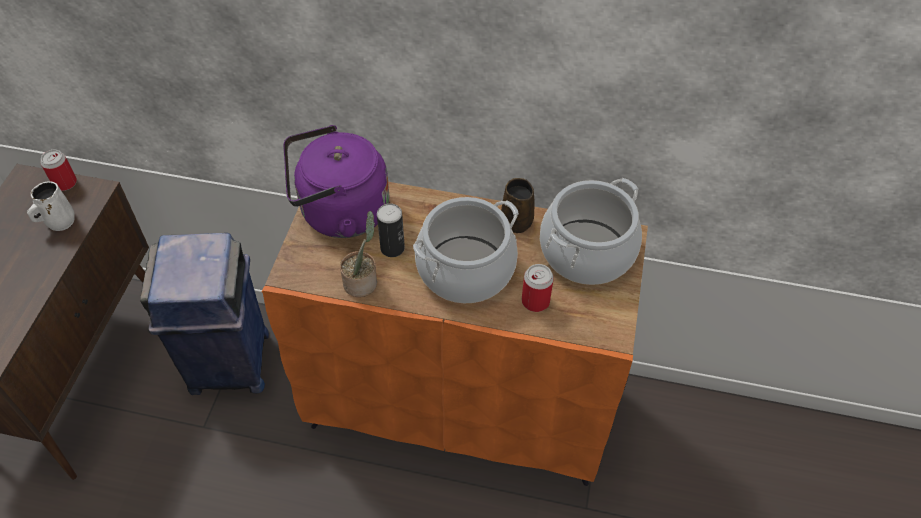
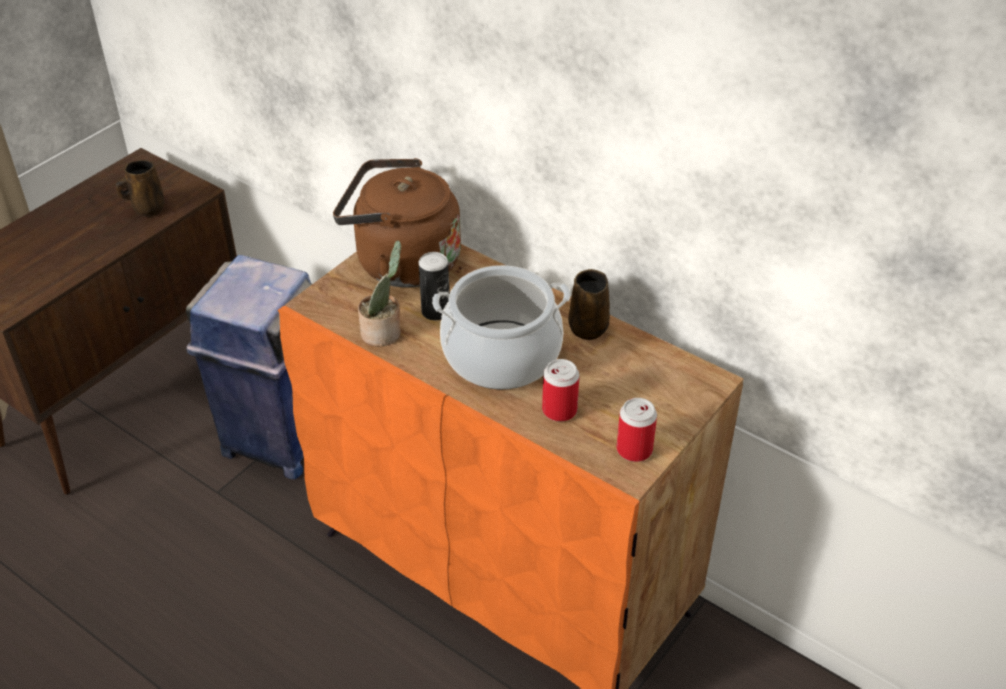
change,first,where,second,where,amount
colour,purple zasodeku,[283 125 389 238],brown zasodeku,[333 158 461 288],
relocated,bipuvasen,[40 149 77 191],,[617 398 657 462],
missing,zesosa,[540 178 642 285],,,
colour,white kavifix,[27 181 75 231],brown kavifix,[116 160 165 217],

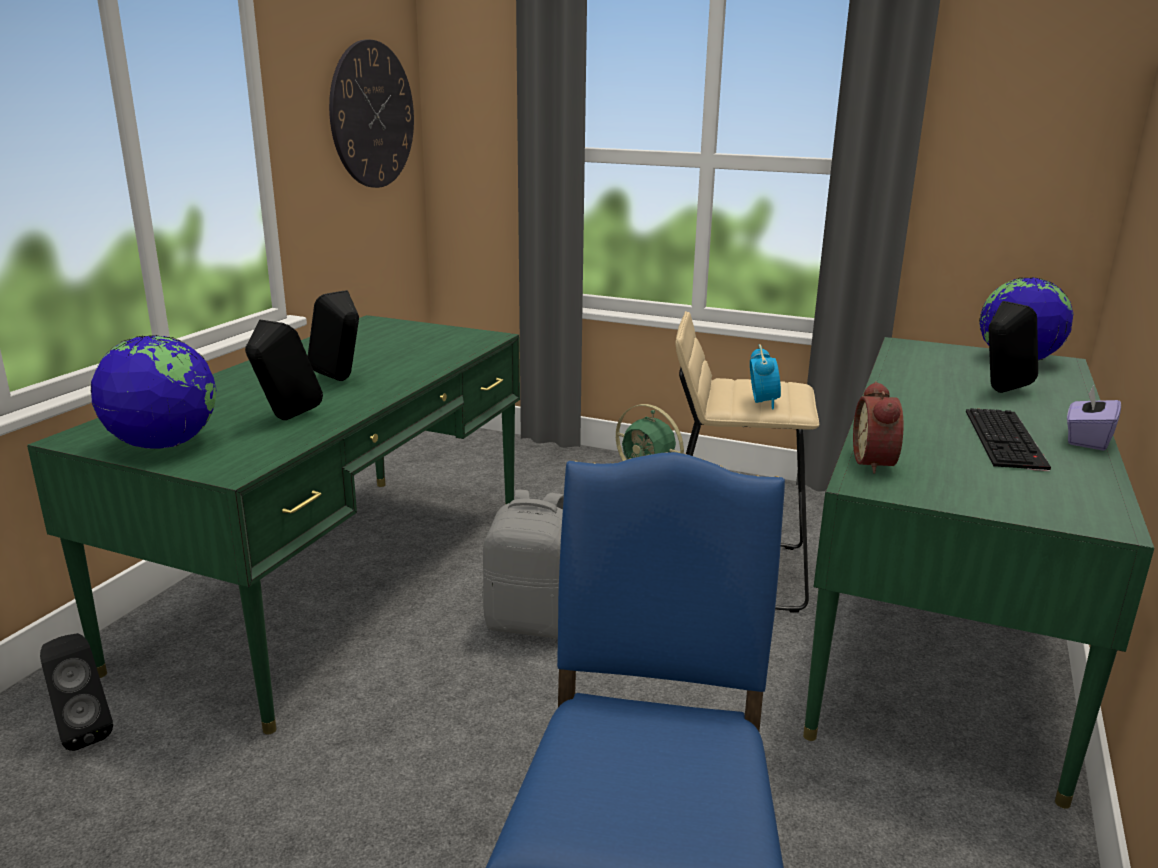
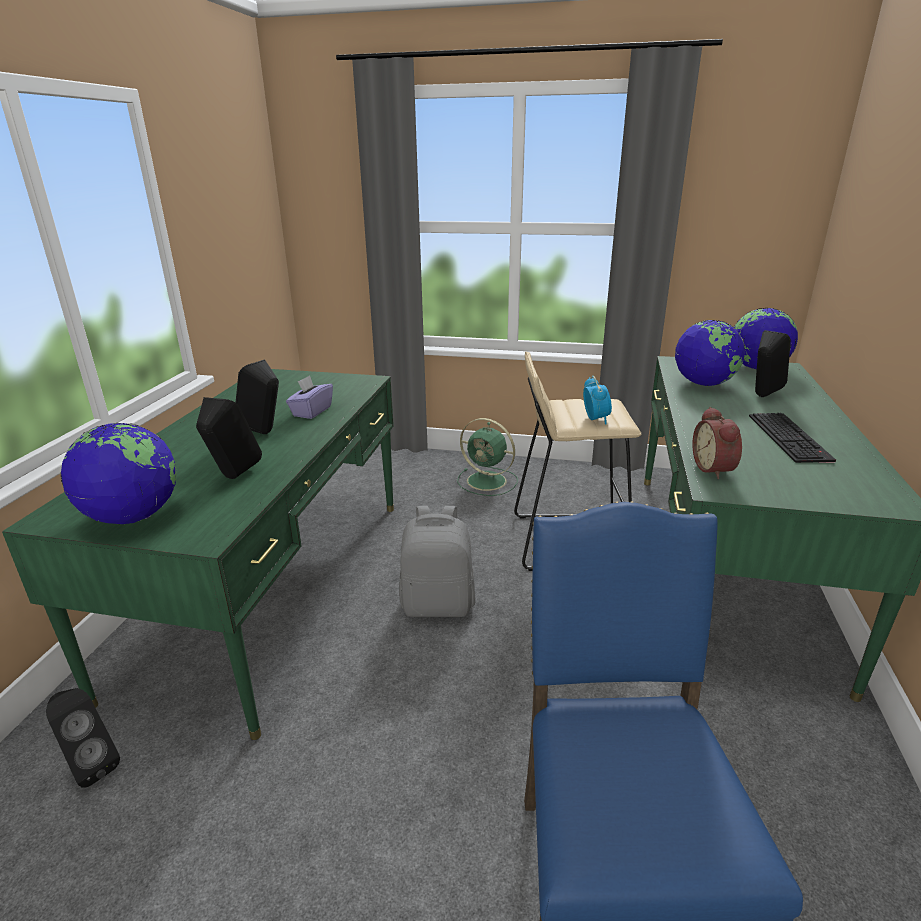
change,first,where,second,where,amount
missing,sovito,[329 40 414 188],,,
relocated,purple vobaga,[1067 385 1121 451],,[286 375 333 419],
appeared,,,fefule,[675 320 745 386],

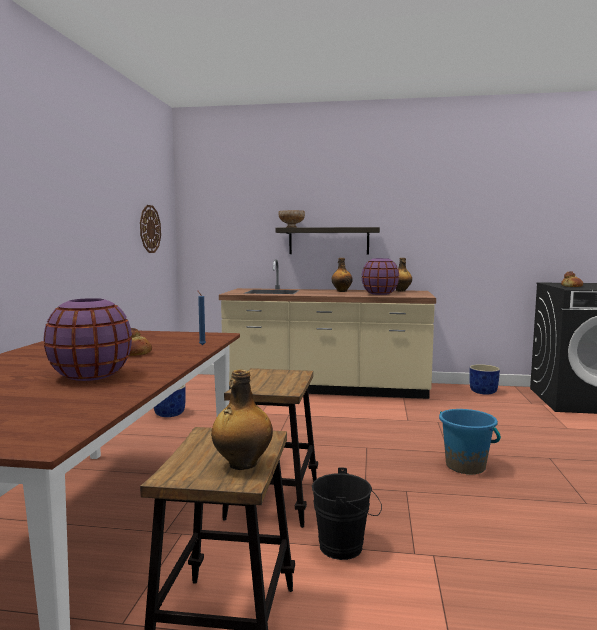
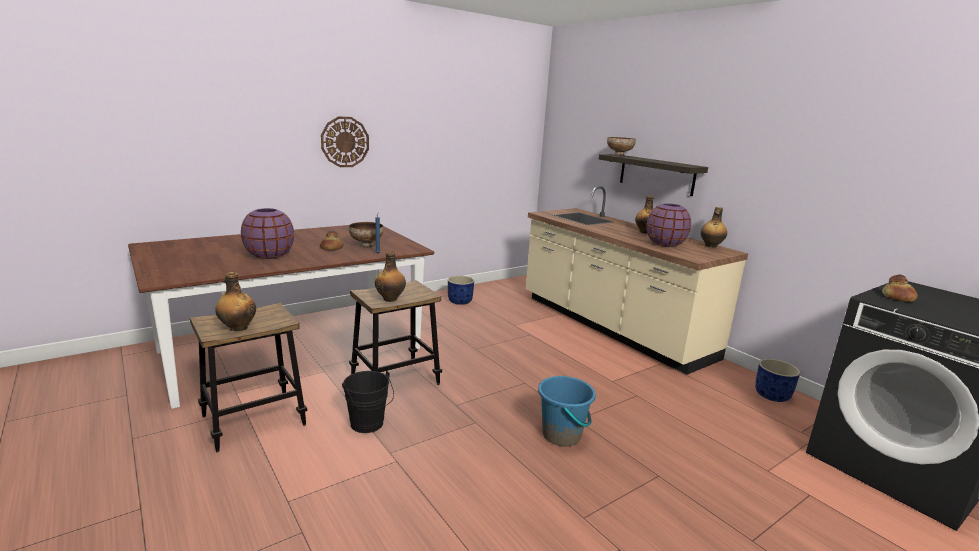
change,first,where,second,where,amount
relocated,sovito,[140 205 161 253],,[321 116 369 167],
appeared,,,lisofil,[349 222 384 248],
appeared,,,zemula,[375 251 406 302],

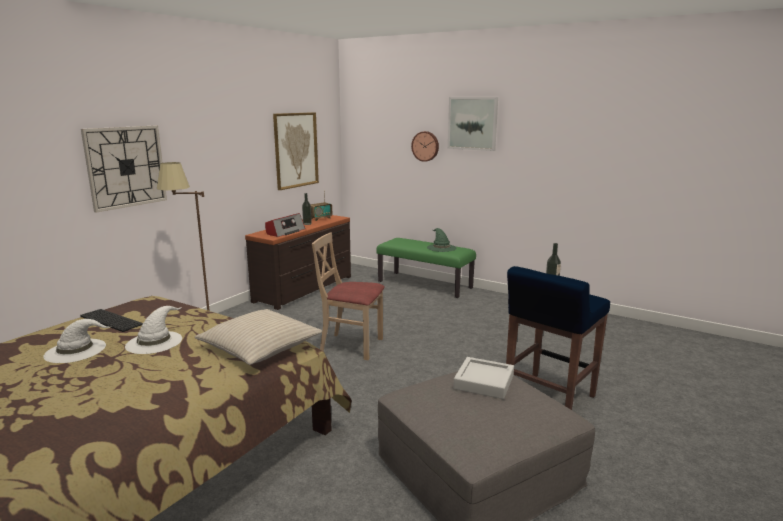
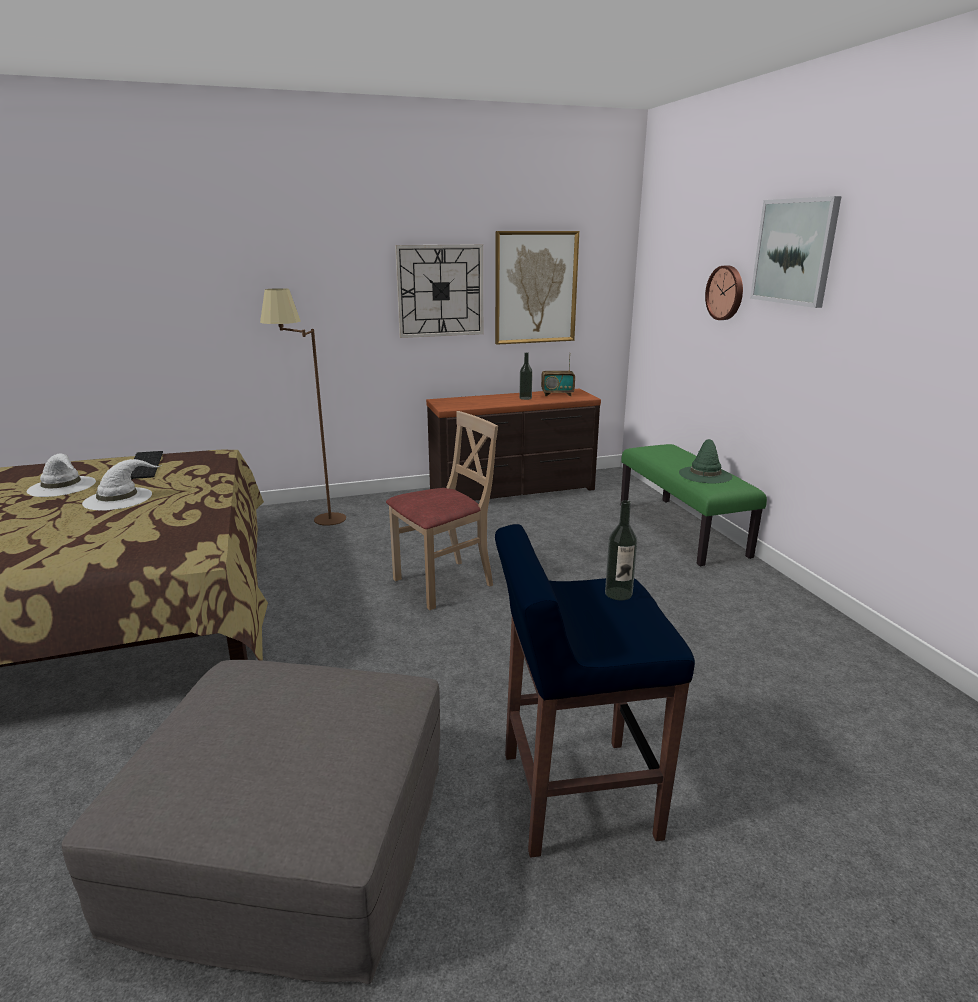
change,first,where,second,where,amount
relocated,sovito,[81 126 167 212],,[395 244 483 338],
missing,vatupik,[265 213 305 237],,,
spun,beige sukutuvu,[312 232 385 360],,[386 411 498 610],90 degrees clockwise
missing,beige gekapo,[195 309 322 365],,,
missing,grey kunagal,[453 357 514 399],,,

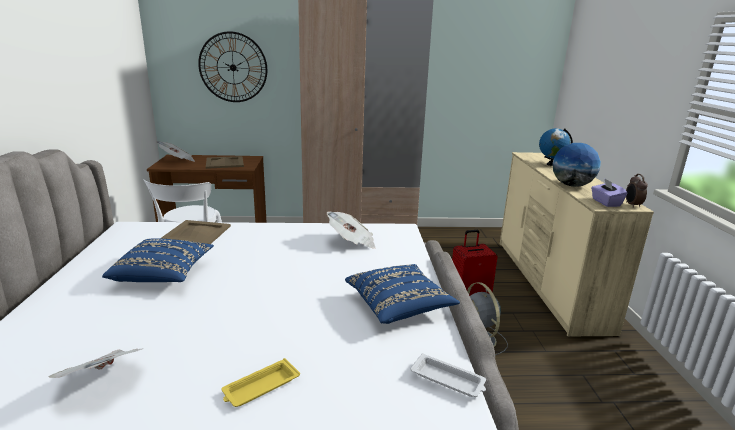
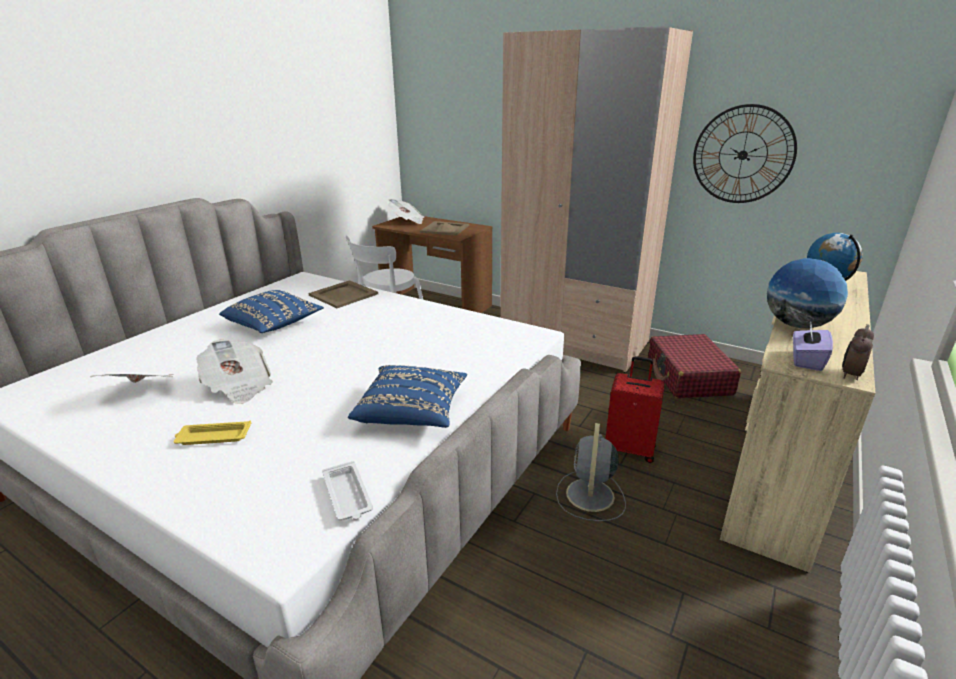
change,first,where,second,where,amount
relocated,sovito,[198 31 267 102],,[693 104 797 203],
relocated,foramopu,[327 211 375 248],,[196 339 273 404],
appeared,,,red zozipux,[648 334 741 398],

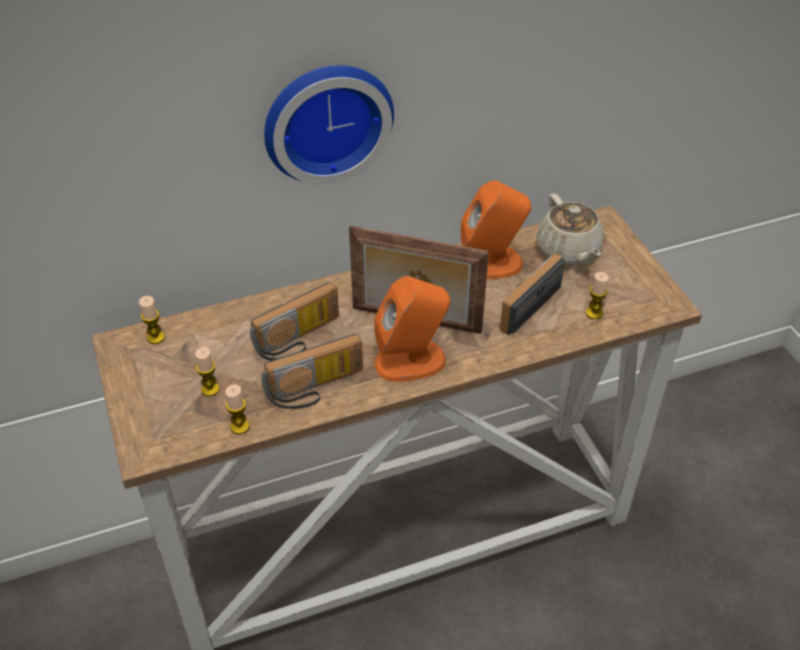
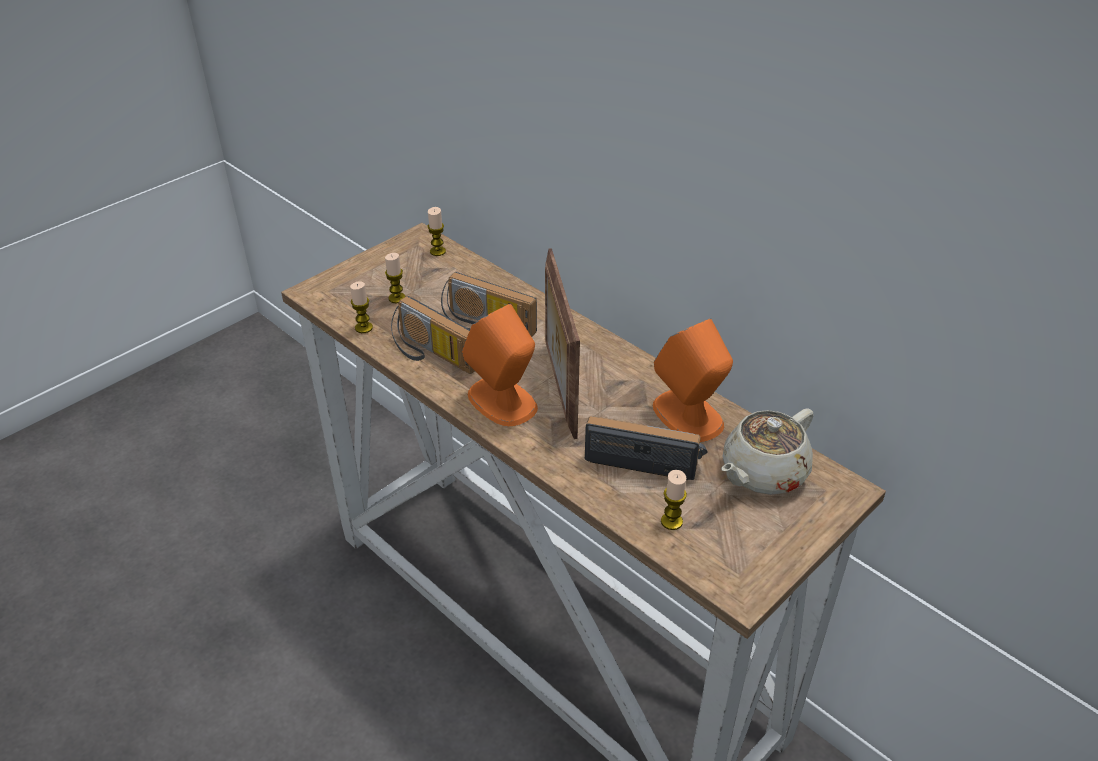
change,first,where,second,where,amount
missing,sovito,[264 65 394 185],,,

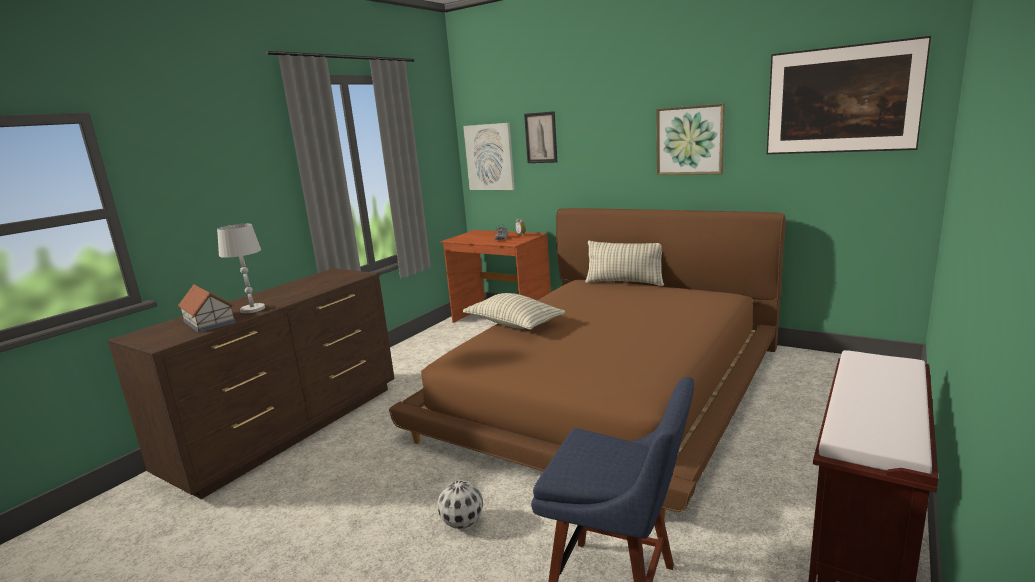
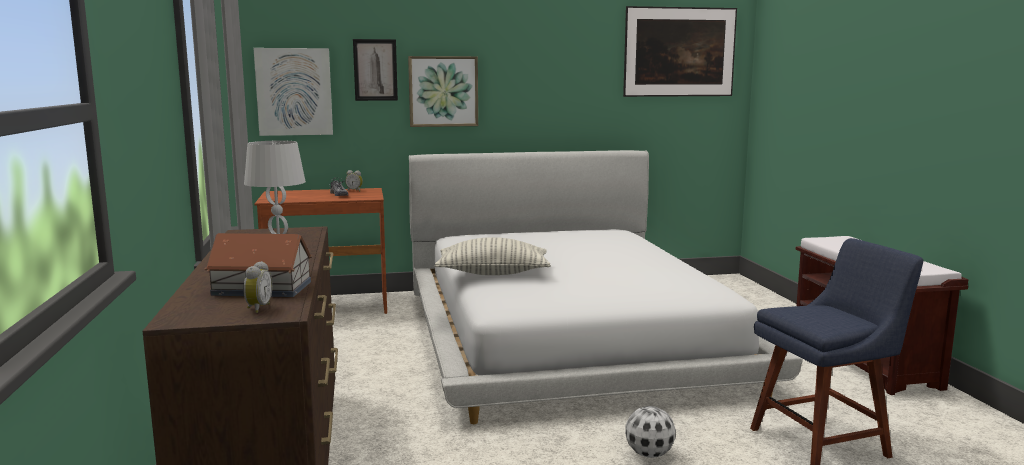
change,first,where,second,where,amount
relocated,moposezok,[656 103 725 175],,[408 56 478 127],
colour,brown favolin,[389 208 786 519],white favolin,[409 150 803 424],
missing,gekapo,[585 241 664 286],,,
appeared,,,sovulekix,[243 261 273 313],

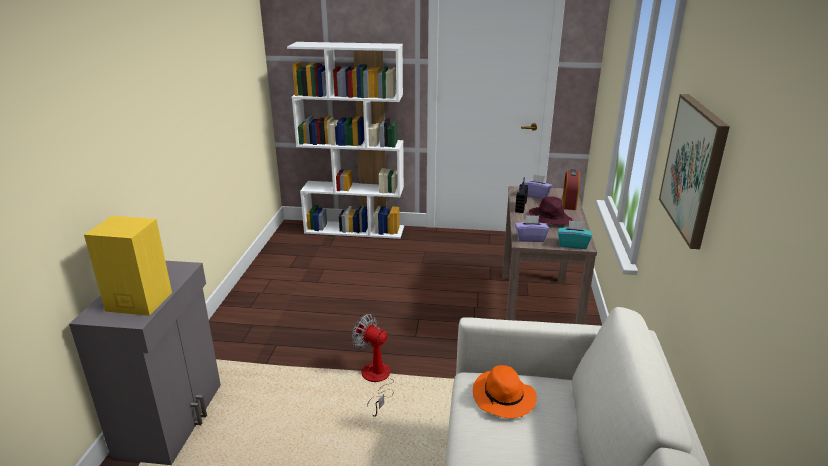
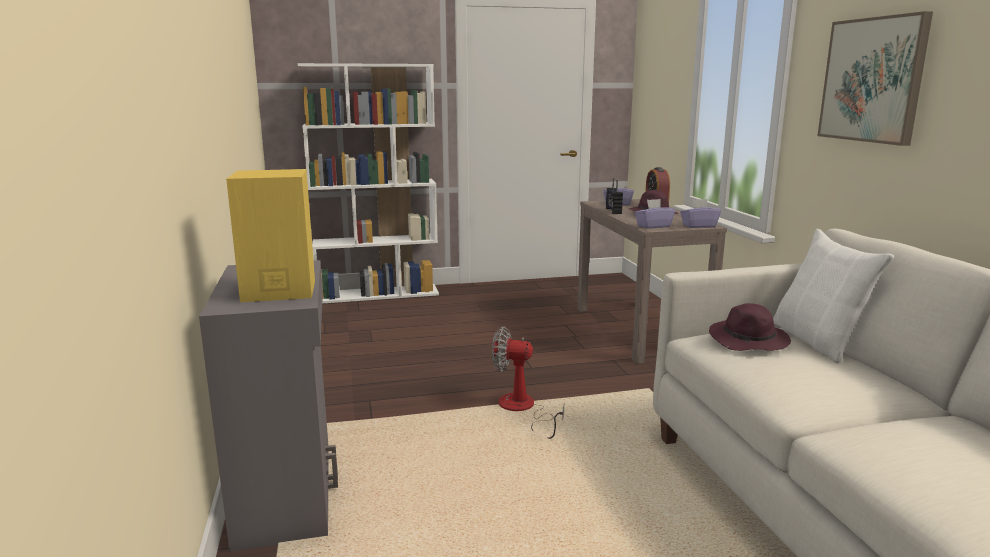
change,first,where,second,where,amount
colour,turquoise vobaga,[558 220 592 249],purple vobaga,[680 199 721 228],
colour,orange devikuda,[473 365 537 418],purple devikuda,[709 303 791 351],
appeared,,,white gekapo,[773 229 894 363],

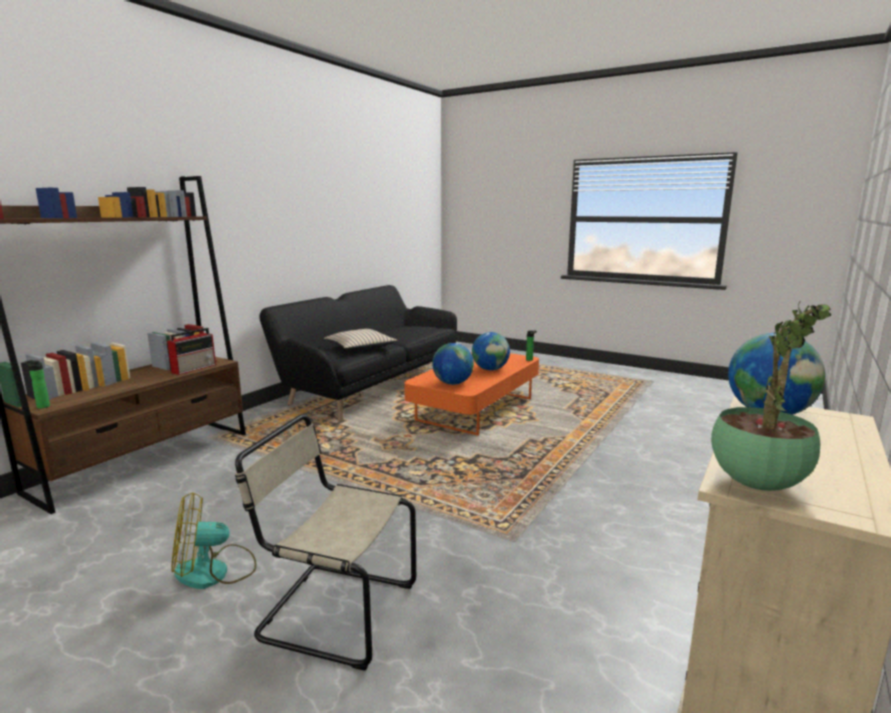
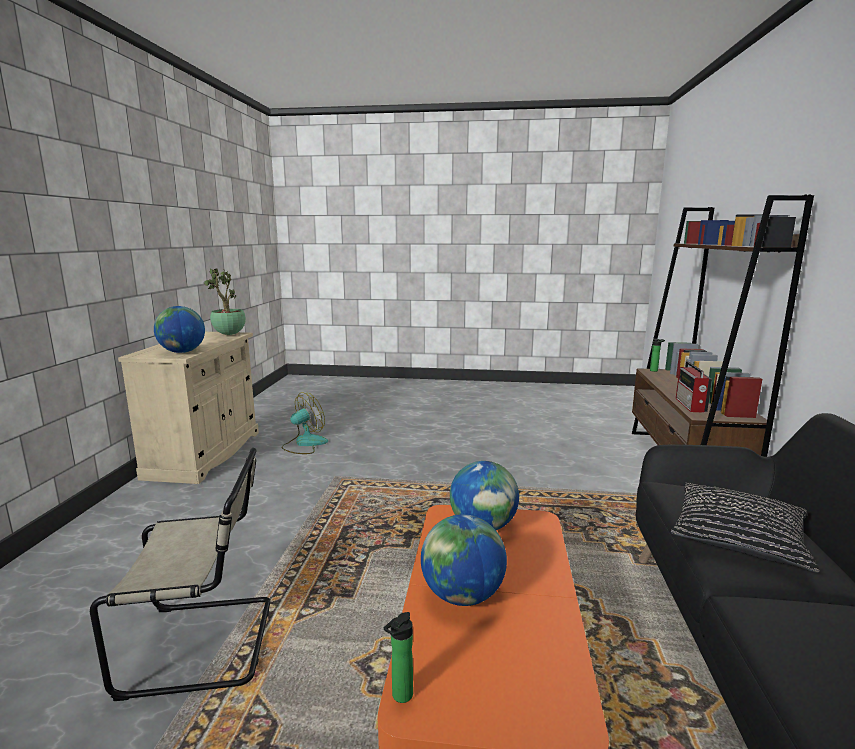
change,first,where,second,where,amount
colour,beige gekapo,[324 329 398 351],black gekapo,[671 482 820 573],
relocated,beige sukutuvu,[235 415 416 670],,[90 448 270 701],
relocated,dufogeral,[172 492 257 589],,[282 392 328 454],

